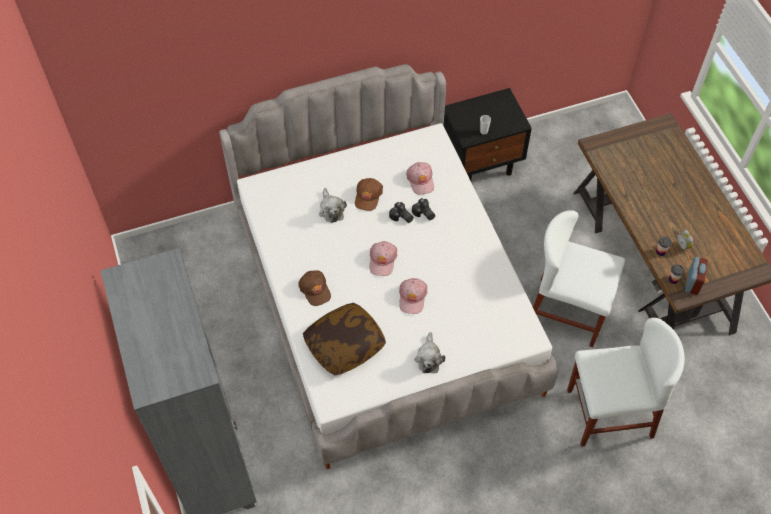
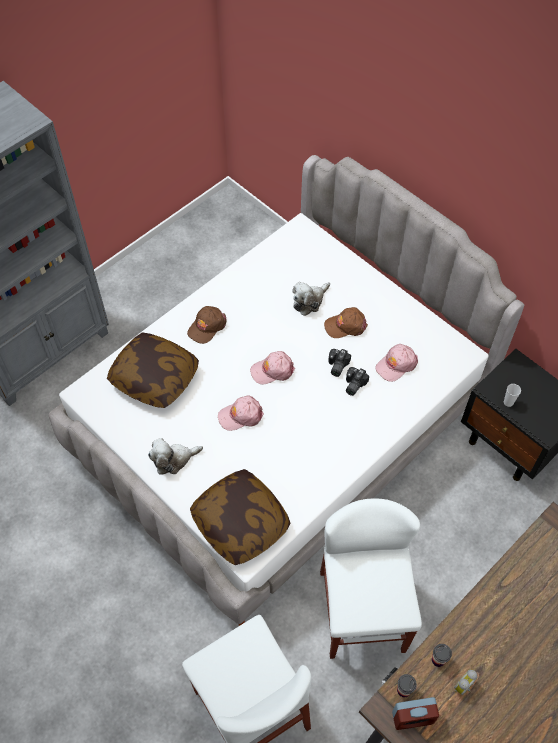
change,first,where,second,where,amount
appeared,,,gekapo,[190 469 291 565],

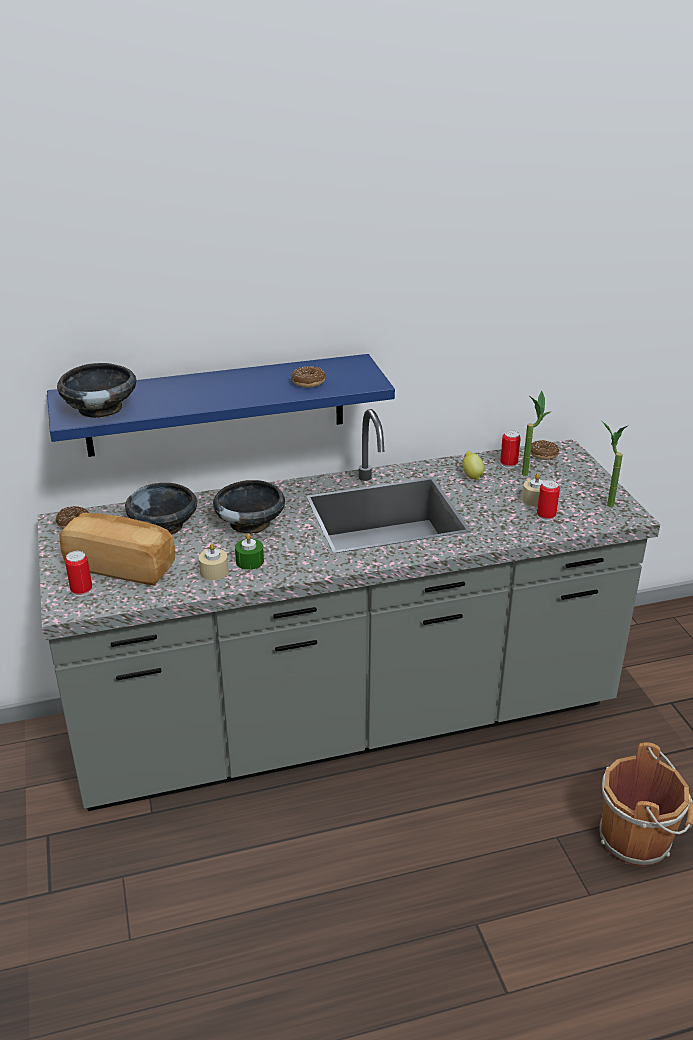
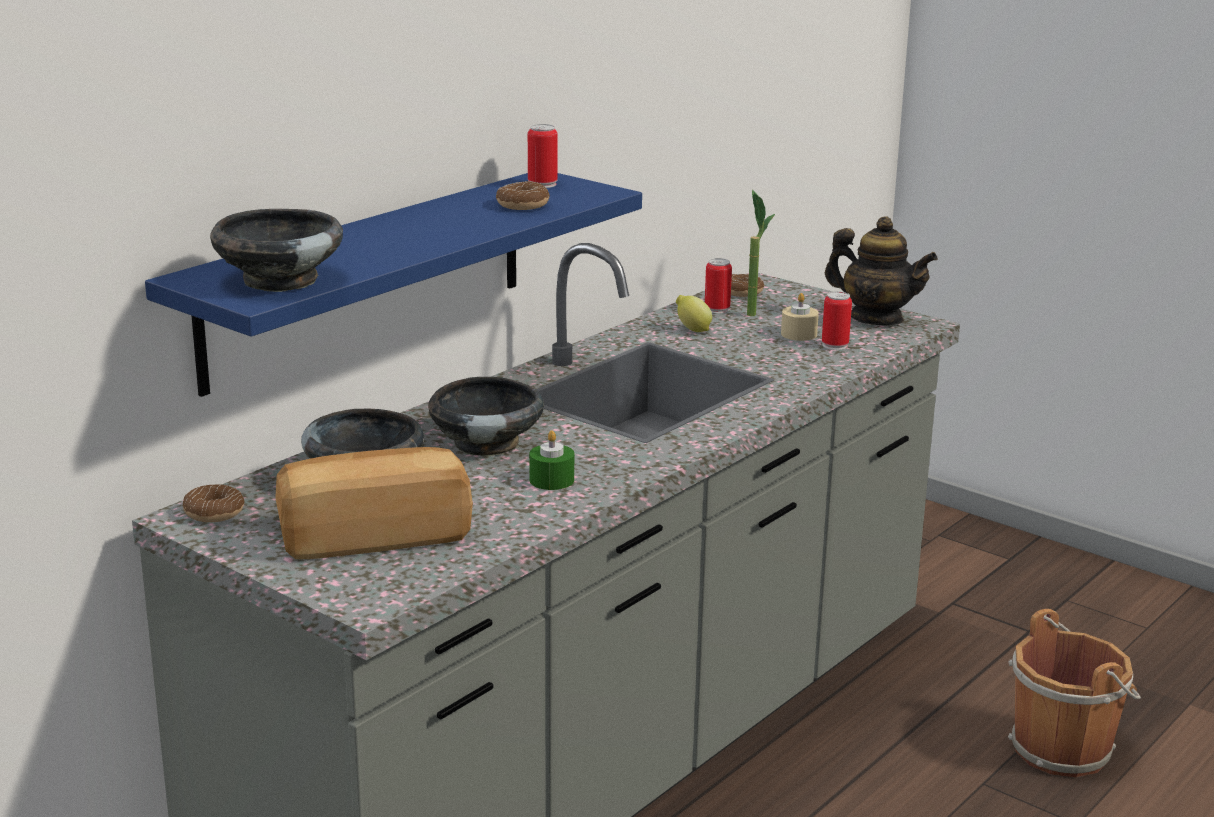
change,first,where,second,where,amount
exchanged,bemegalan,[602 421 627 507],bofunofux,[825 216 938 325],
missing,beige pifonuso,[199 544 228 580],,,
relocated,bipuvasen,[65 551 92 597],,[528 124 558 188],

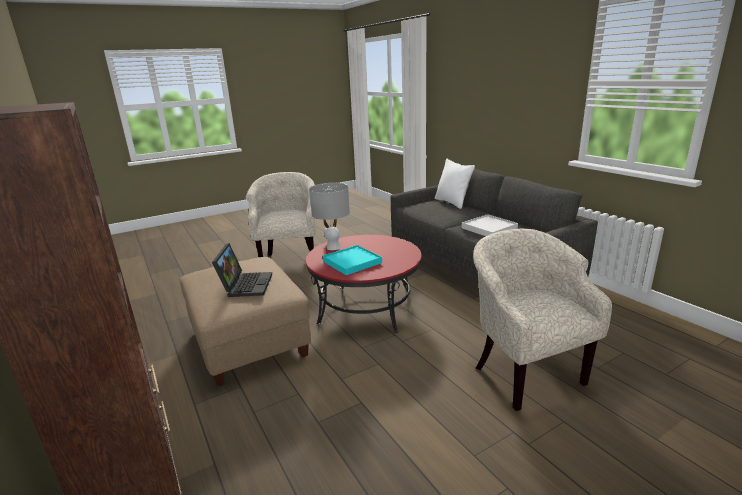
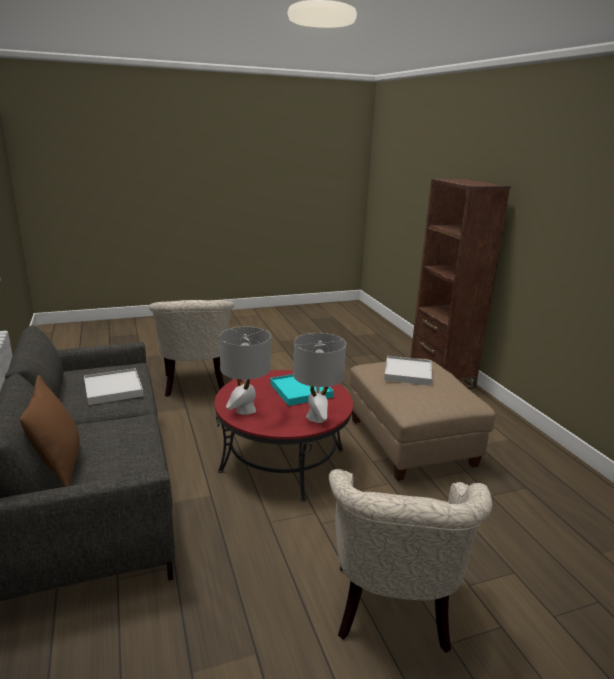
change,first,where,second,where,amount
colour,white gekapo,[435 159 475 209],brown gekapo,[20 375 80 487],
exchanged,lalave,[212 243 272 297],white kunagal,[384 356 432 386],
appeared,,,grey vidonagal,[219 326 271 415],

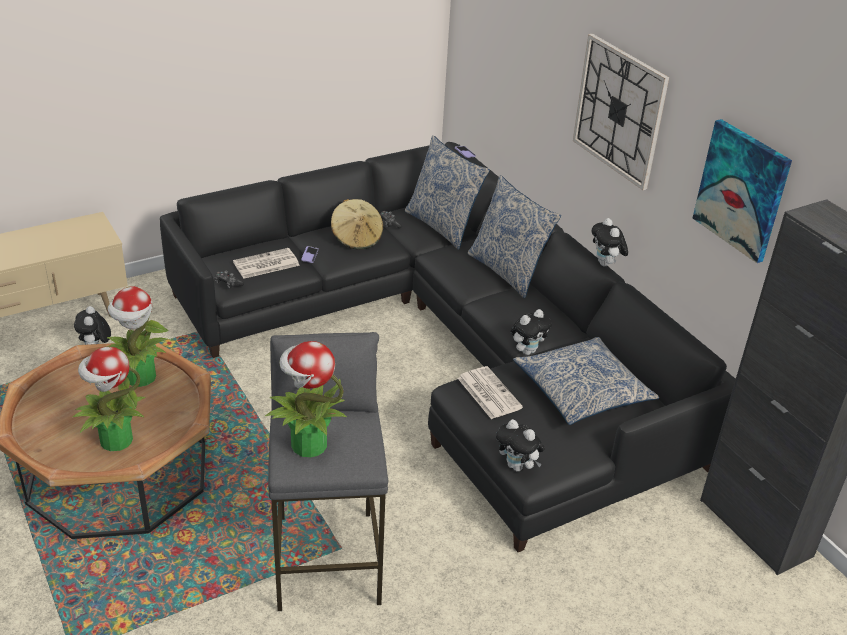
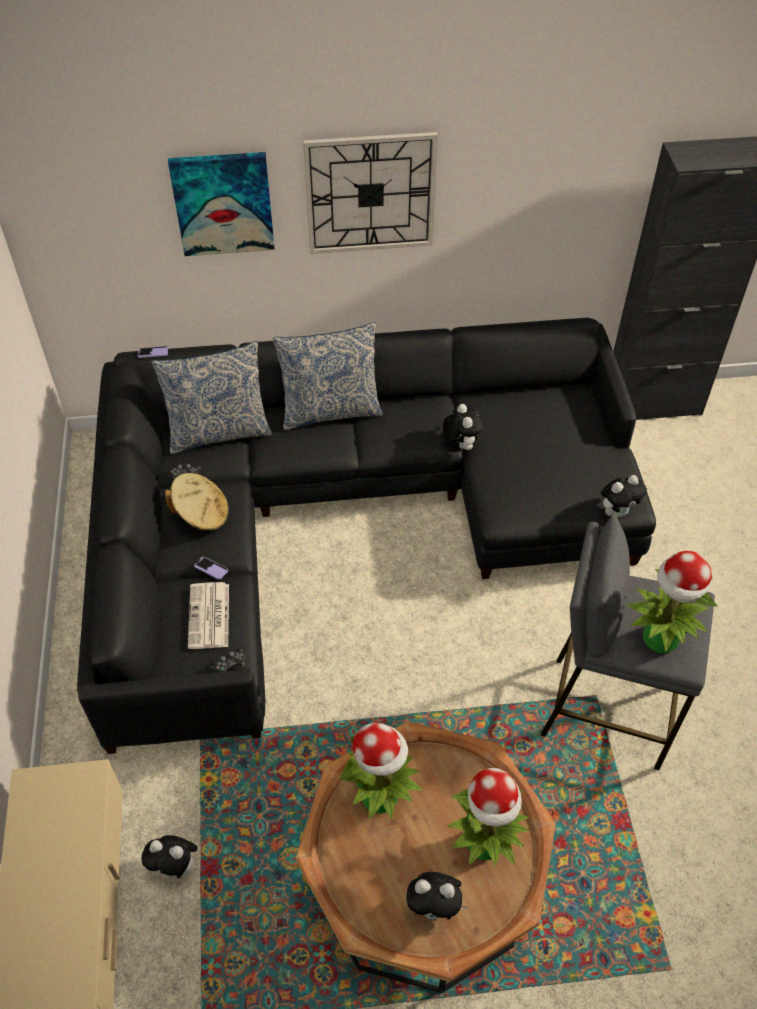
change,first,where,second,where,amount
relocated,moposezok,[693 119 792 263],,[168 152 275 256],
relocated,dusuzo,[592 218 628 266],,[406 872 468 920],
missing,gekapo,[513 337 659 425],,,
missing,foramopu,[458 366 523 419],,,

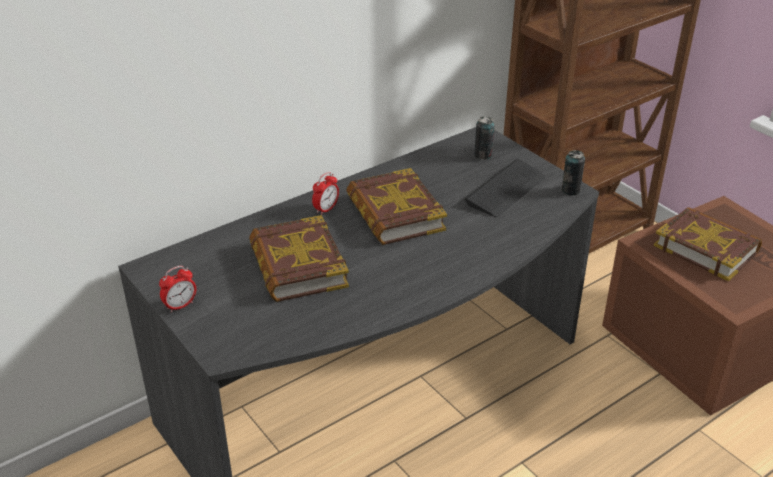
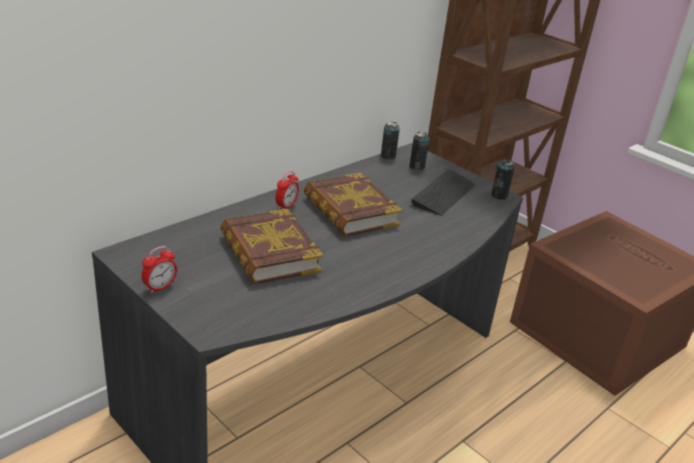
change,first,where,second,where,amount
missing,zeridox,[654 207 762 281],,,
appeared,,,bipuvasen,[380 122 400 160],

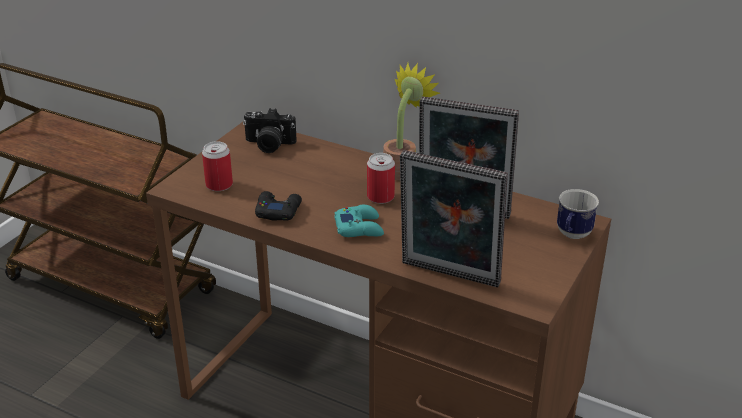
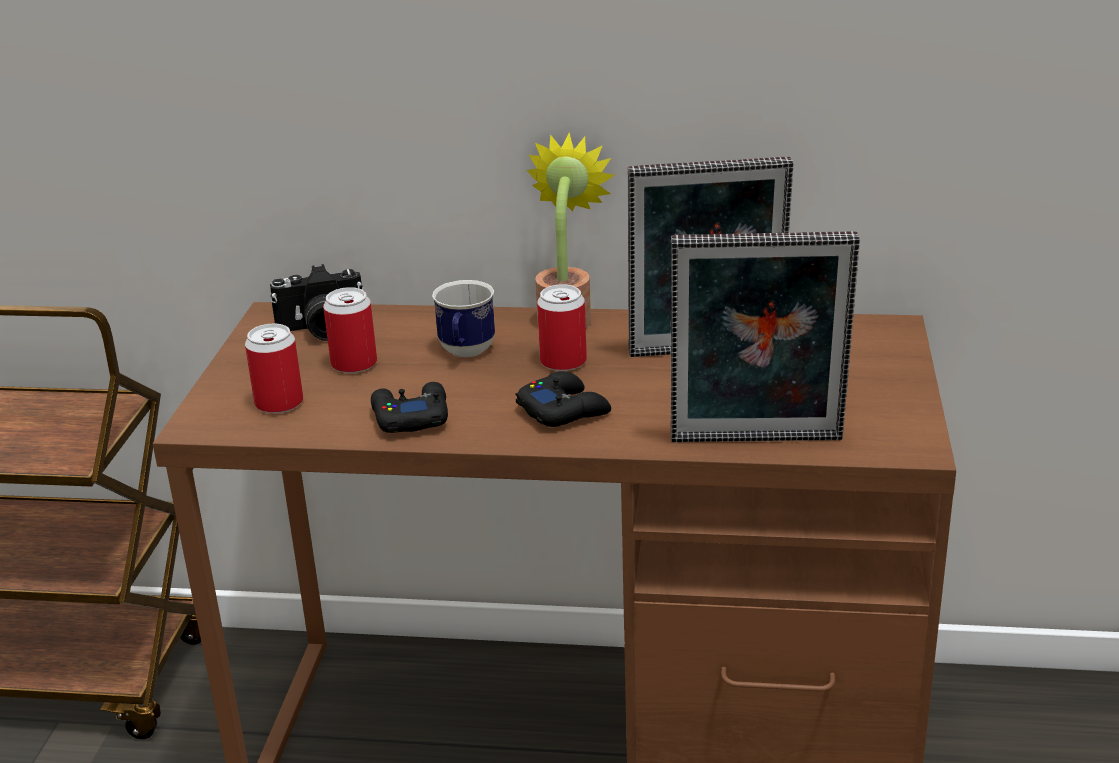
change,first,where,second,where,amount
relocated,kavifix,[557 189 599 239],,[432 280 495 357],
colour,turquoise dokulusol,[334 205 384 237],black dokulusol,[516 371 611 427],
appeared,,,bipuvasen,[323 287 377 373],

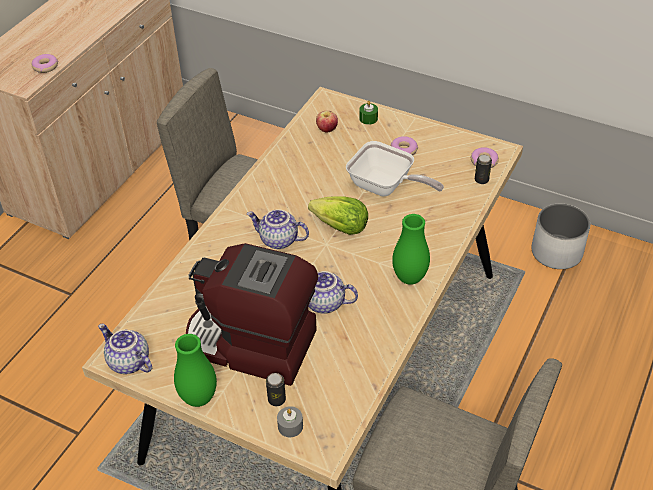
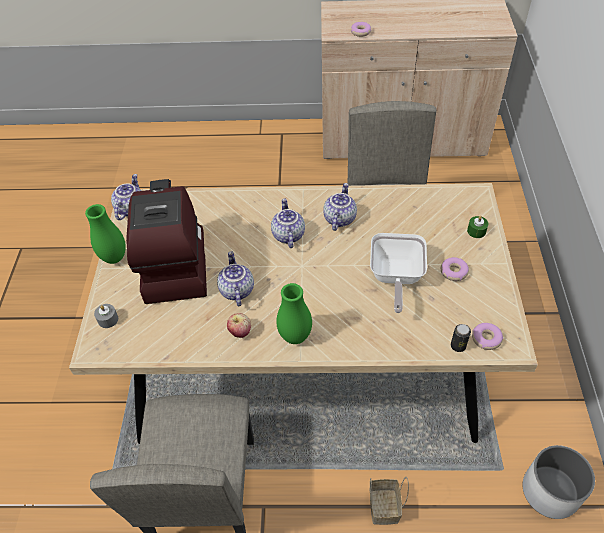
change,first,where,second,where,amount
relocated,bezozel,[316 111 338 133],,[227 313 251 338],
missing,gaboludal,[308 196 368 235],,,
missing,bipuvasen,[266 373 286 406],,,
appeared,,,bofunofux,[323 183 357 231],
appeared,,,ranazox,[370 477 409 525],

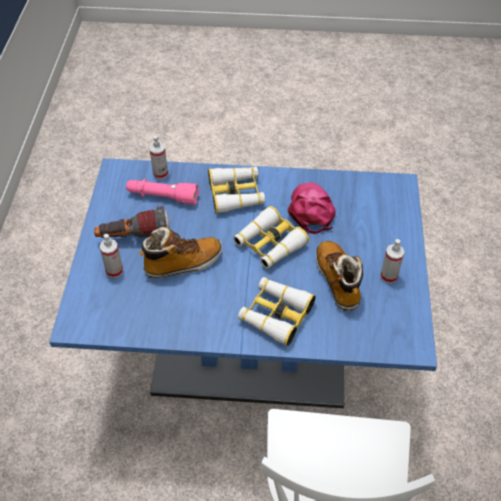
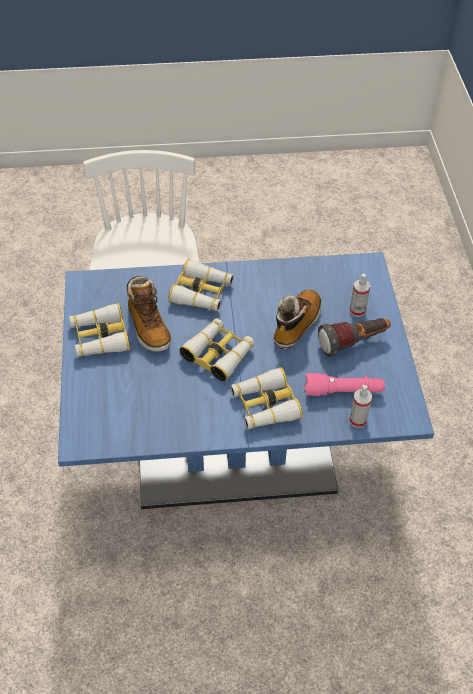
change,first,where,second,where,amount
missing,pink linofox,[288 182 336 234],,,
spun,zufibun,[139 227 222 279],,[274 290 321 349],150 degrees clockwise
exchanged,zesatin,[380 239 404 283],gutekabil,[69 303 130 357],

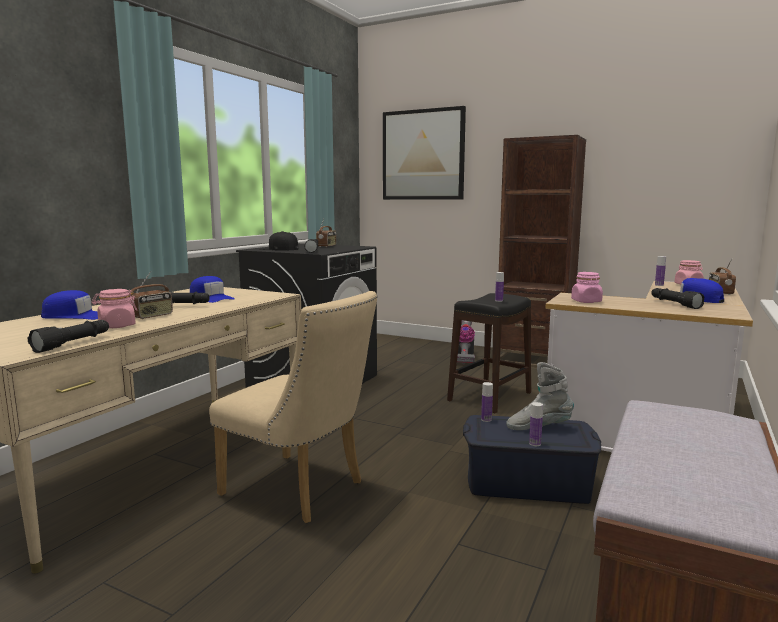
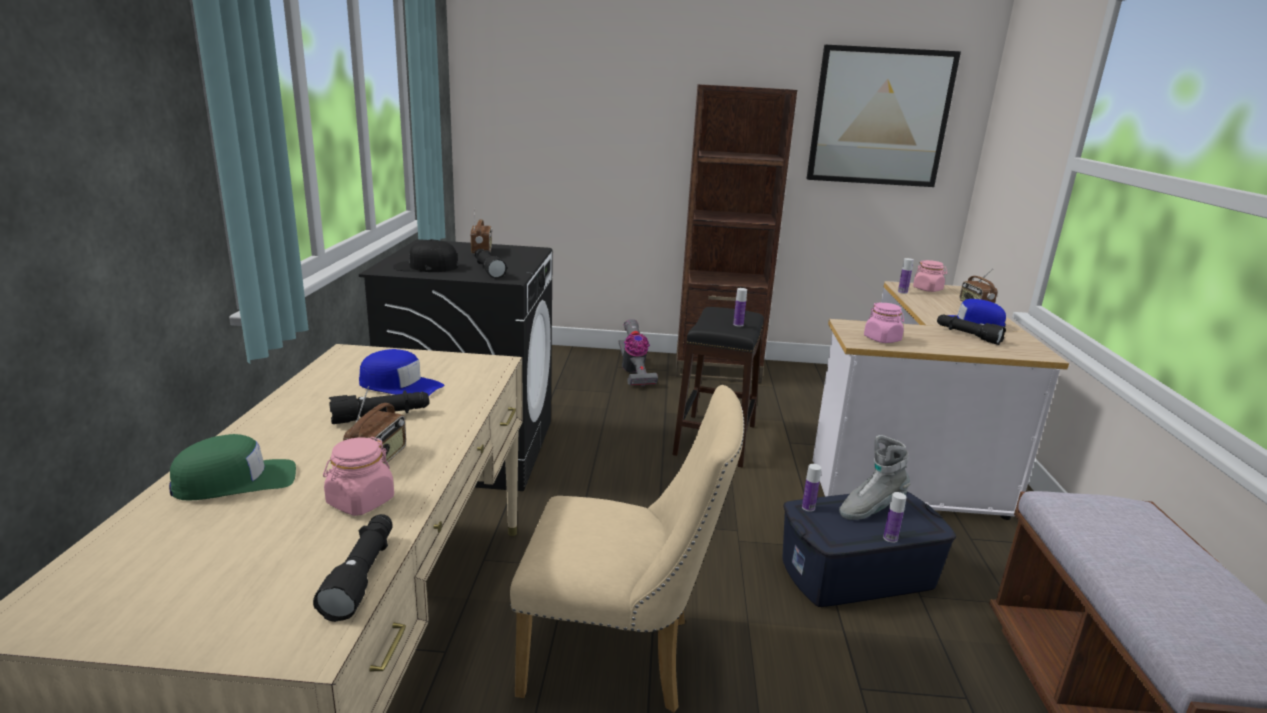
change,first,where,second,where,amount
relocated,moposezok,[383 106 466 200],,[807 45 961 187],
colour,blue linofox,[41 290 98 320],green linofox,[169 434 296 501],

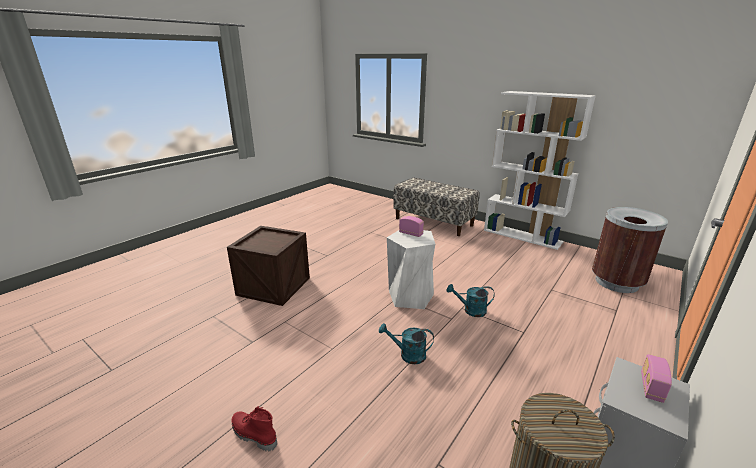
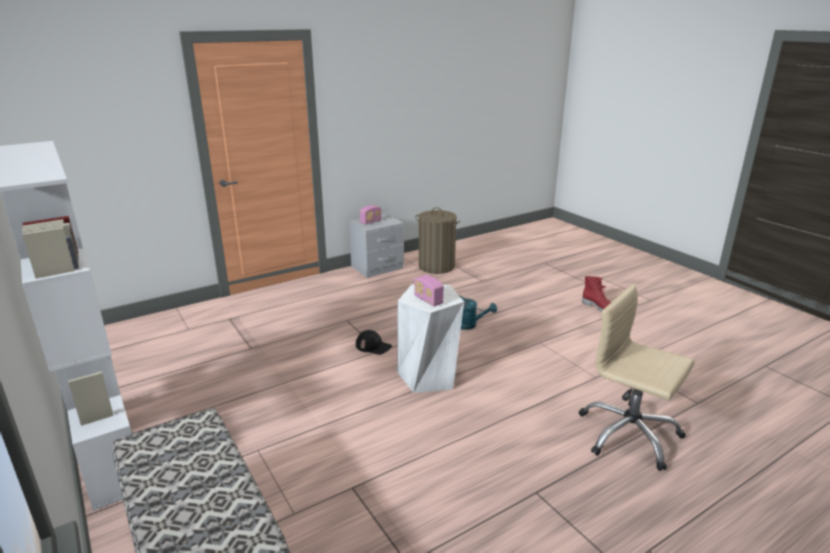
change,first,where,second,where,amount
missing,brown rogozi,[592 207 668 293],,,
exchanged,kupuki,[227 226 310 306],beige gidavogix,[579 284 695 471],
exchanged,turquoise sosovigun,[447 284 495 317],black linofox,[356 330 392 355],

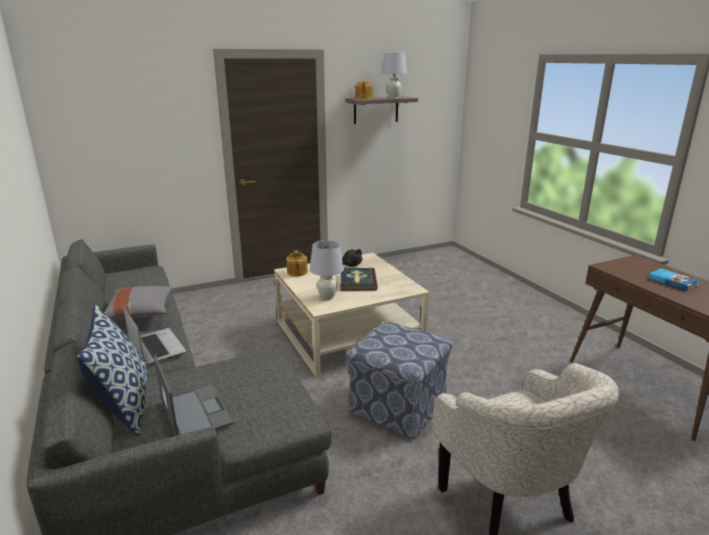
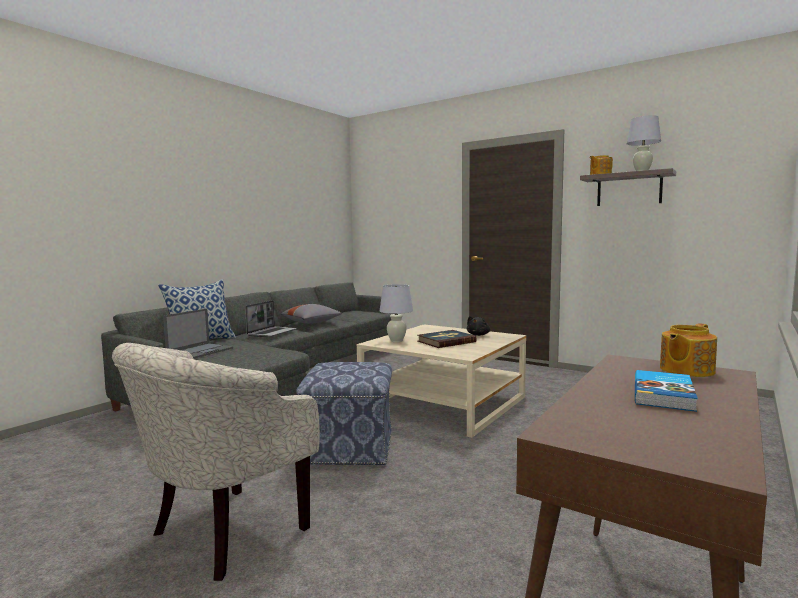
change,first,where,second,where,amount
relocated,bofunofux,[286 250 308 276],,[660 323 717 377],

